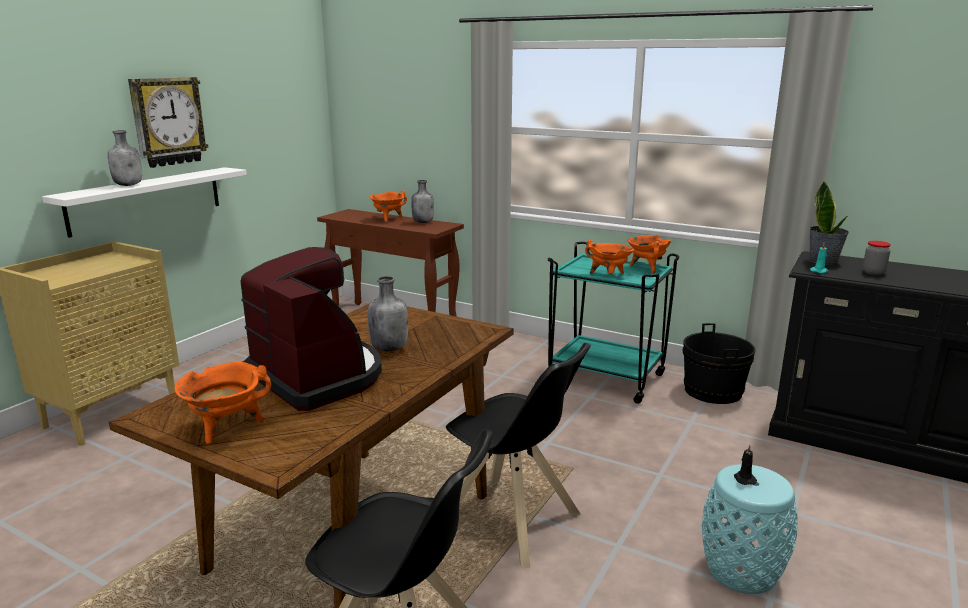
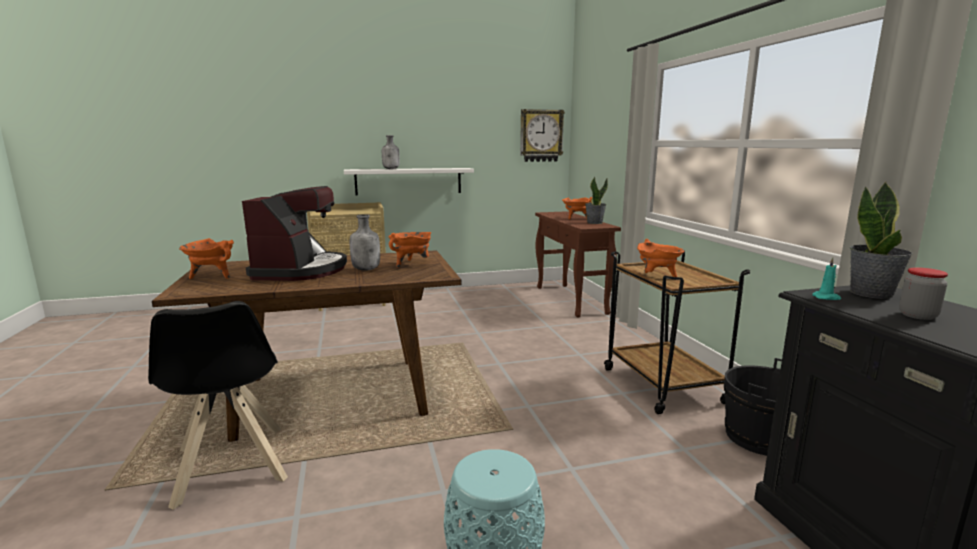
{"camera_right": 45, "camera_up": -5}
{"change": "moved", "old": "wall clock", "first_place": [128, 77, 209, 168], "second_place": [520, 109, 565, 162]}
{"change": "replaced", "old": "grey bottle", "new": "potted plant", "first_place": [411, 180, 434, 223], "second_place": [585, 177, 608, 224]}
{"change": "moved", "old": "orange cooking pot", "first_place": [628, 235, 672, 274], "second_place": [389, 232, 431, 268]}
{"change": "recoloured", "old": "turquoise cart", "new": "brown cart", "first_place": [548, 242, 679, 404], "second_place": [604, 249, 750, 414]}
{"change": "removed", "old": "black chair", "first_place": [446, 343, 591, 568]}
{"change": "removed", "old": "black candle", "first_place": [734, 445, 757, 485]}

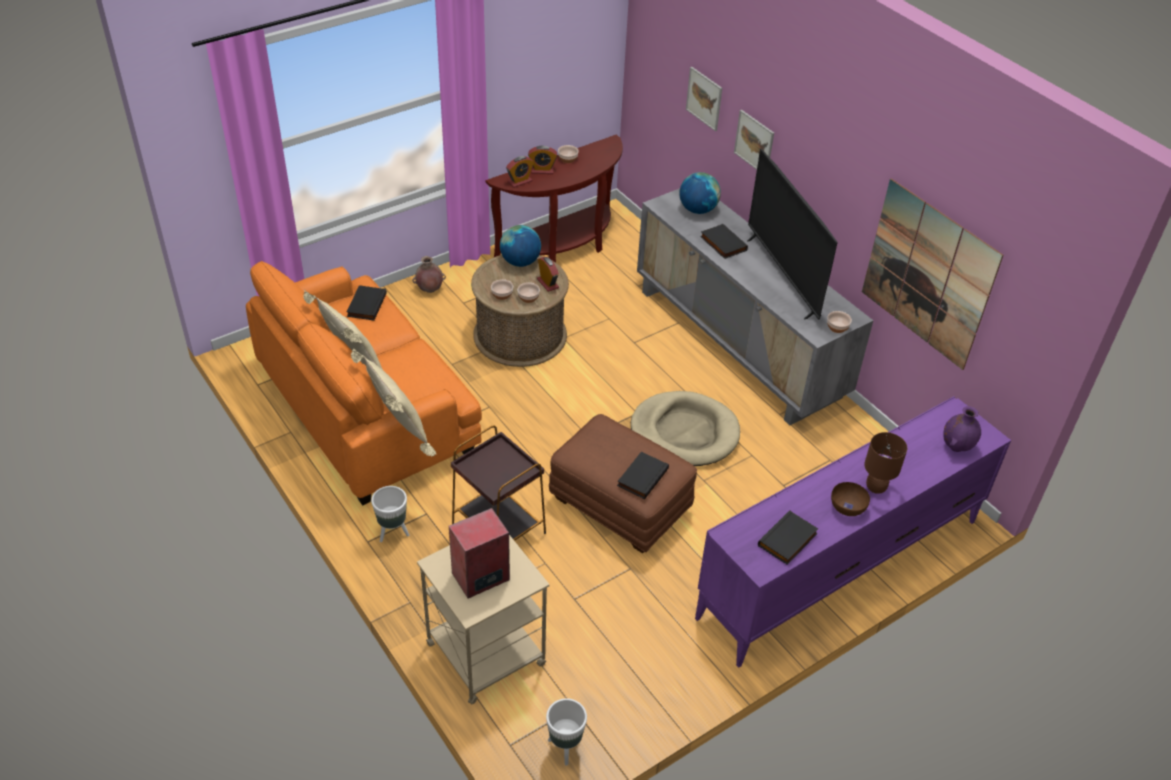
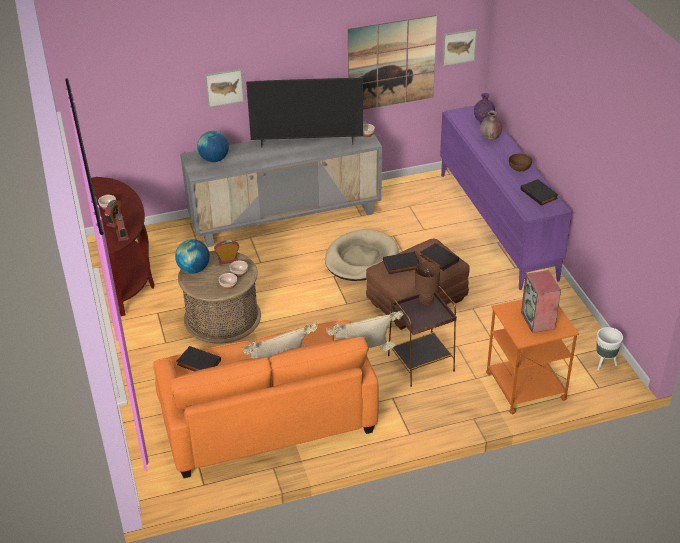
{"camera_right": -70, "camera_up": -5}
{"change": "moved", "old": "picture", "first_place": [686, 67, 722, 131], "second_place": [442, 29, 477, 66]}
{"change": "moved", "old": "black book", "first_place": [700, 224, 748, 259], "second_place": [383, 252, 420, 274]}
{"change": "moved", "old": "brown vase", "first_place": [412, 256, 446, 293], "second_place": [481, 110, 502, 141]}
{"change": "moved", "old": "brown table lamp", "first_place": [864, 432, 907, 494], "second_place": [415, 262, 440, 306]}
{"change": "removed", "old": "white planter", "first_place": [371, 486, 409, 542]}
{"change": "recoloured", "old": "beige cart", "new": "orange cart", "first_place": [417, 535, 550, 704], "second_place": [486, 299, 579, 414]}

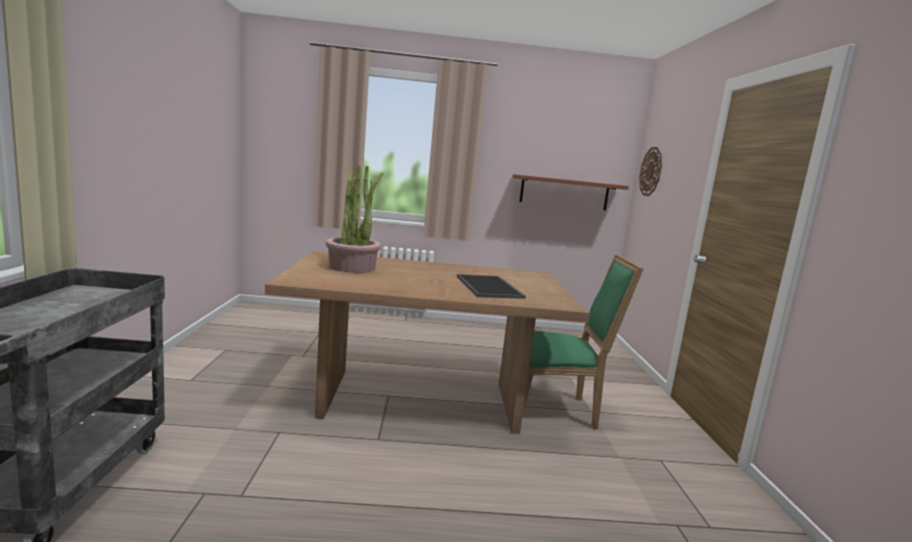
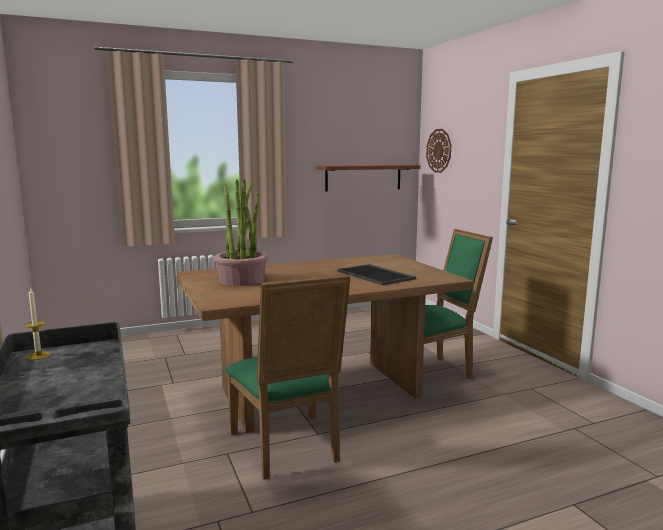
{"camera_right": -20, "camera_up": 0}
{"change": "added", "new": "green chair", "second_place": [225, 274, 351, 480]}
{"change": "added", "new": "candle", "second_place": [24, 287, 51, 360]}

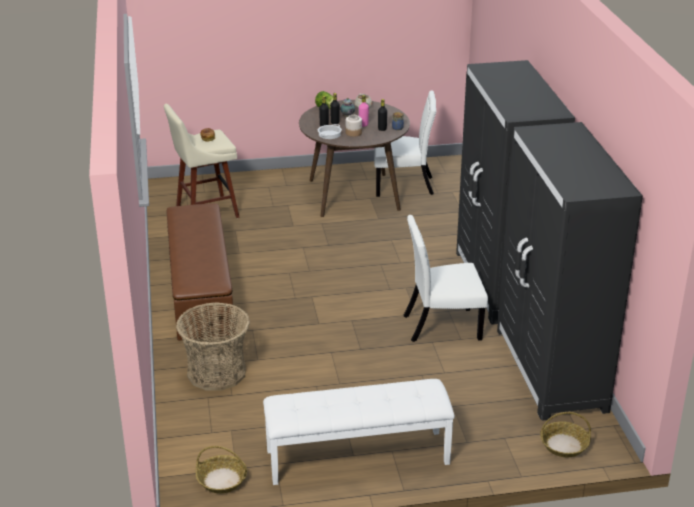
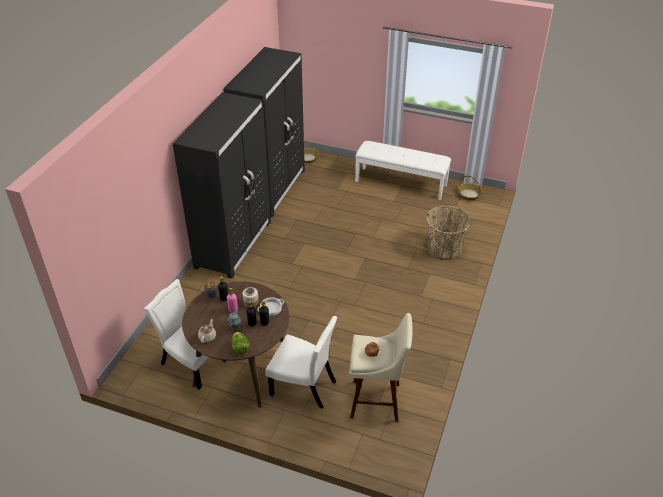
{"camera_right": -150, "camera_up": 10}
{"change": "removed", "old": "brown bench", "first_place": [167, 203, 235, 341]}
{"change": "moved", "old": "white chair", "first_place": [404, 215, 488, 342], "second_place": [265, 316, 337, 409]}

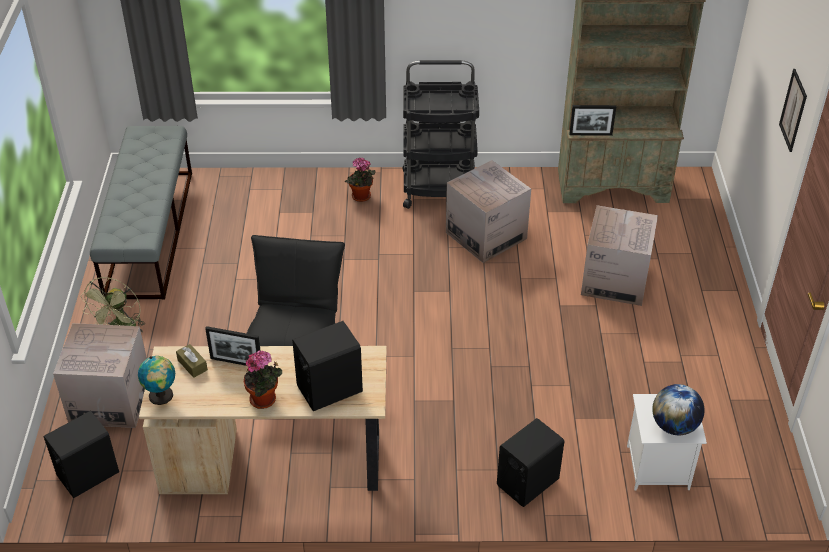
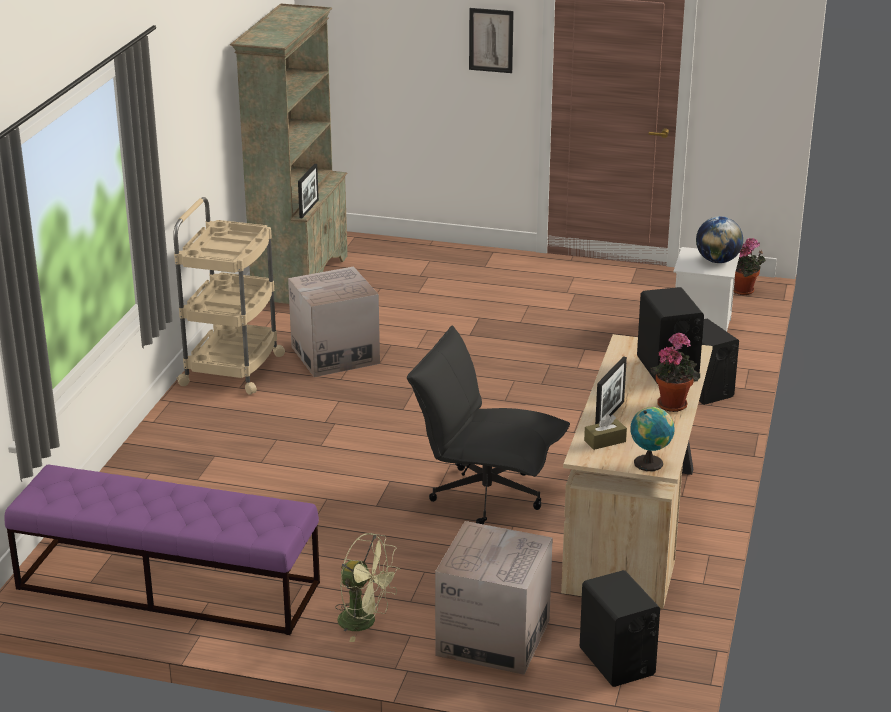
{"camera_right": -75, "camera_up": -15}
{"change": "recoloured", "old": "black cart", "new": "beige cart", "first_place": [403, 60, 479, 209], "second_place": [173, 197, 285, 395]}
{"change": "recoloured", "old": "grey bench", "new": "purple bench", "first_place": [90, 126, 192, 299], "second_place": [4, 465, 320, 635]}
{"change": "moved", "old": "potted plant", "first_place": [345, 158, 376, 202], "second_place": [734, 238, 766, 295]}
{"change": "removed", "old": "cardboard box", "first_place": [581, 205, 658, 306]}

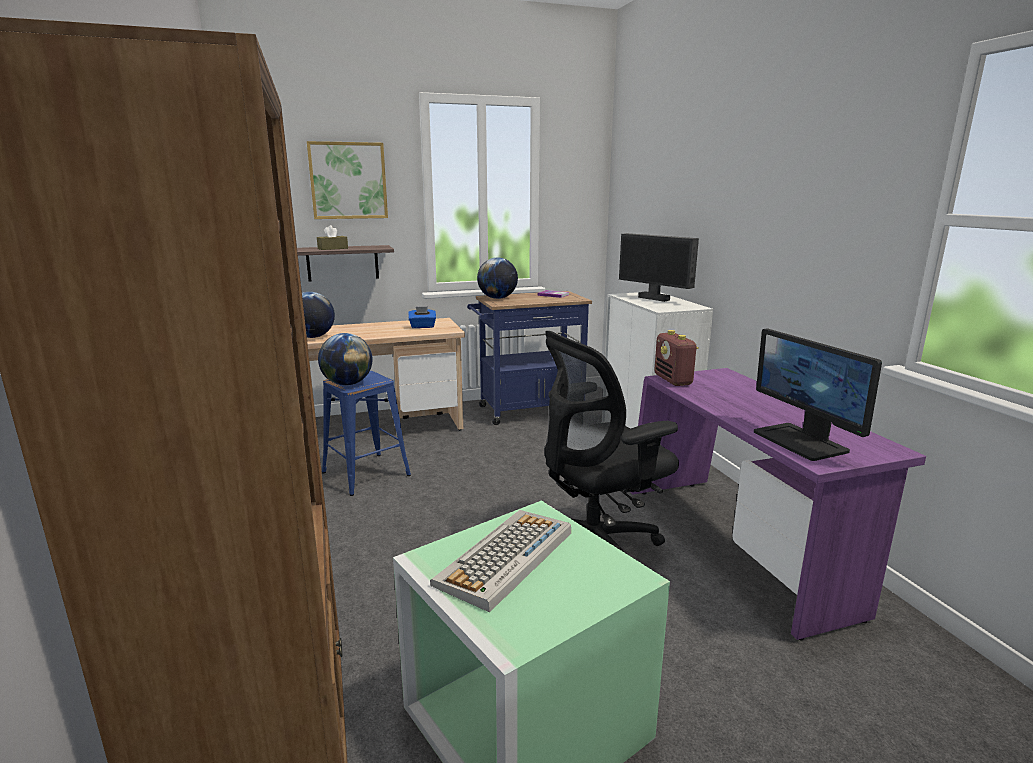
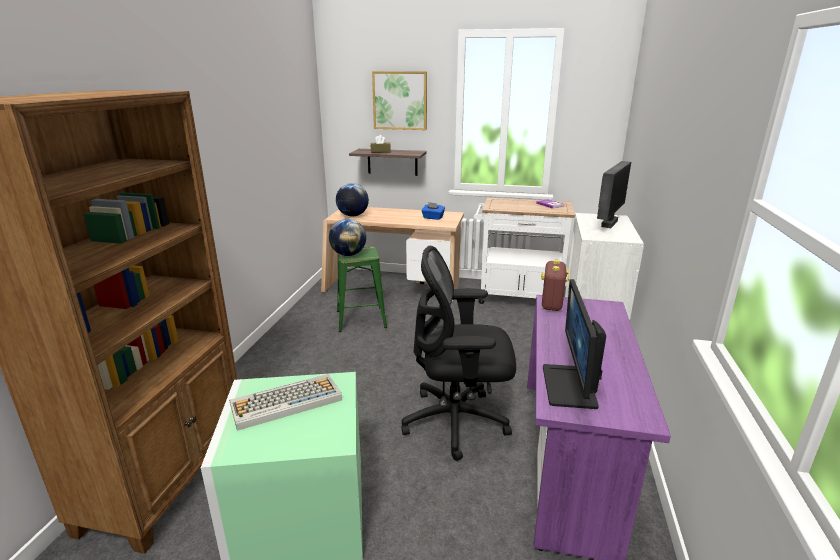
{"camera_right": 30, "camera_up": 5}
{"change": "turned", "old": "monitor", "first_place": [619, 233, 699, 302], "second_place": [597, 161, 631, 228], "degrees": -135}
{"change": "removed", "old": "globe", "first_place": [477, 257, 518, 299]}
{"change": "recoloured", "old": "blue cart", "new": "white cart", "first_place": [467, 291, 592, 425], "second_place": [473, 197, 575, 304]}
{"change": "recoloured", "old": "blue stool", "new": "green stool", "first_place": [322, 371, 411, 496], "second_place": [337, 247, 387, 332]}

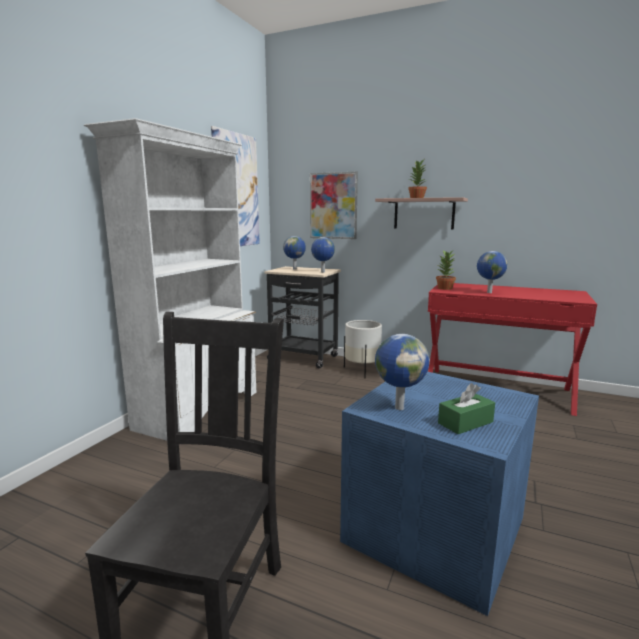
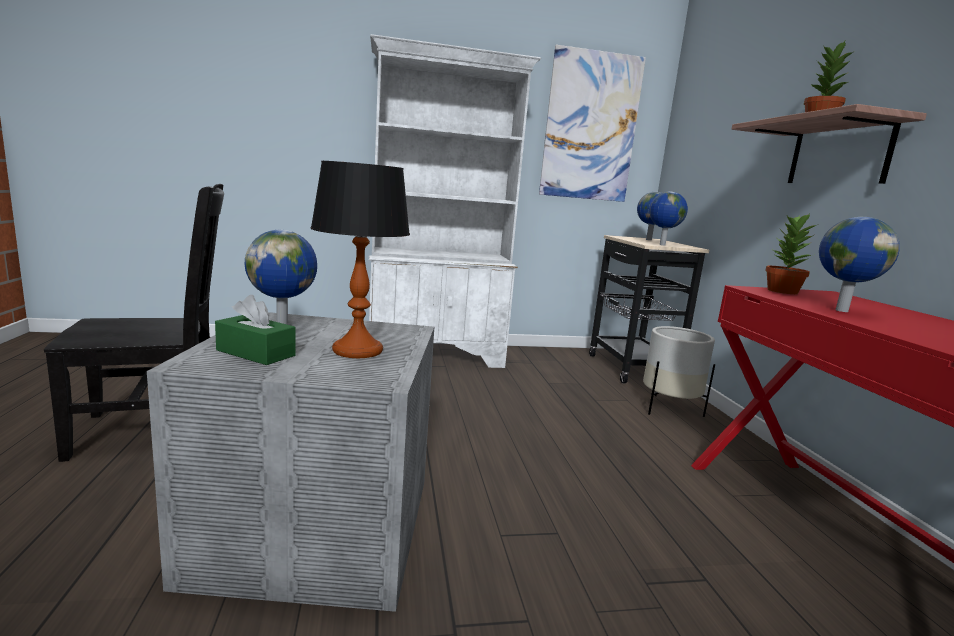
{"camera_right": 55, "camera_up": 0}
{"change": "removed", "old": "picture", "first_place": [310, 172, 358, 239]}
{"change": "recoloured", "old": "blue storage box", "new": "grey storage box", "first_place": [340, 372, 539, 616], "second_place": [147, 312, 434, 612]}
{"change": "added", "new": "table lamp", "second_place": [310, 161, 410, 358]}

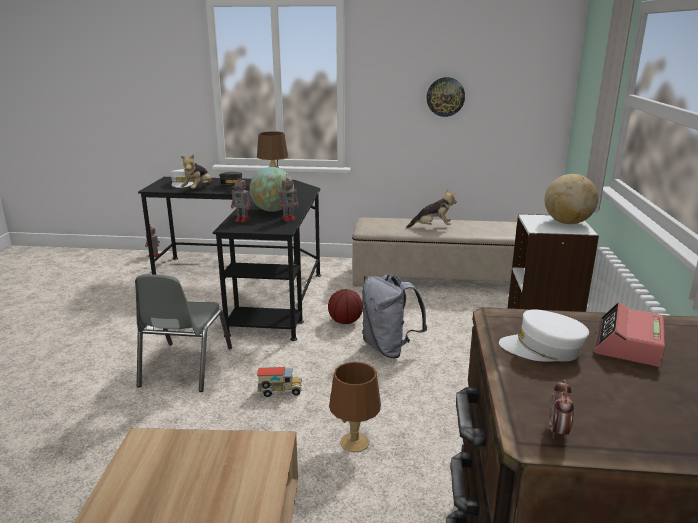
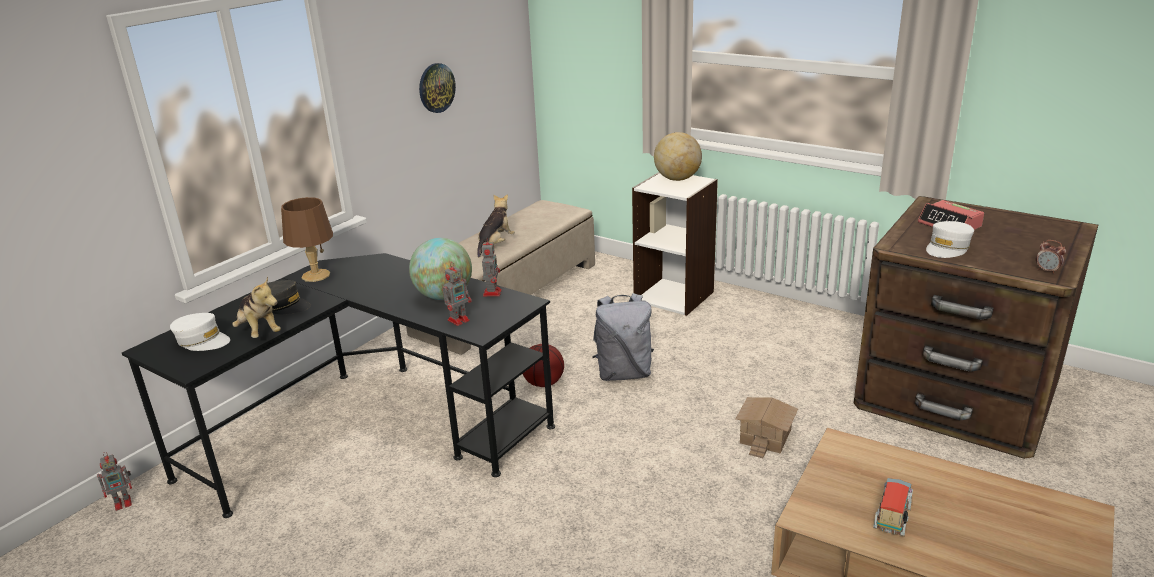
{"camera_right": -60, "camera_up": 5}
{"change": "removed", "old": "grey chair", "first_place": [135, 275, 232, 392]}
{"change": "replaced", "old": "brown table lamp", "new": "toy house", "first_place": [329, 362, 381, 452], "second_place": [736, 397, 798, 458]}
{"change": "moved", "old": "toy truck", "first_place": [257, 367, 302, 397], "second_place": [873, 478, 913, 536]}

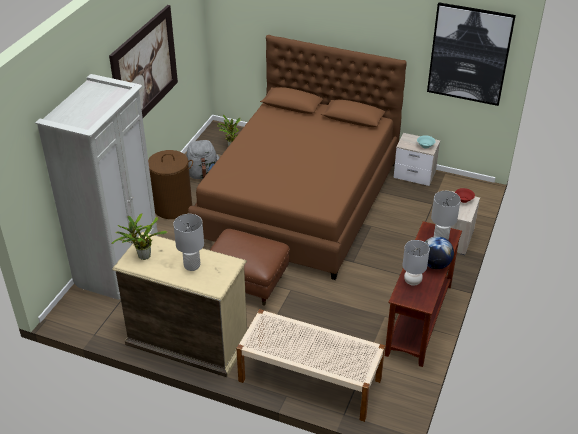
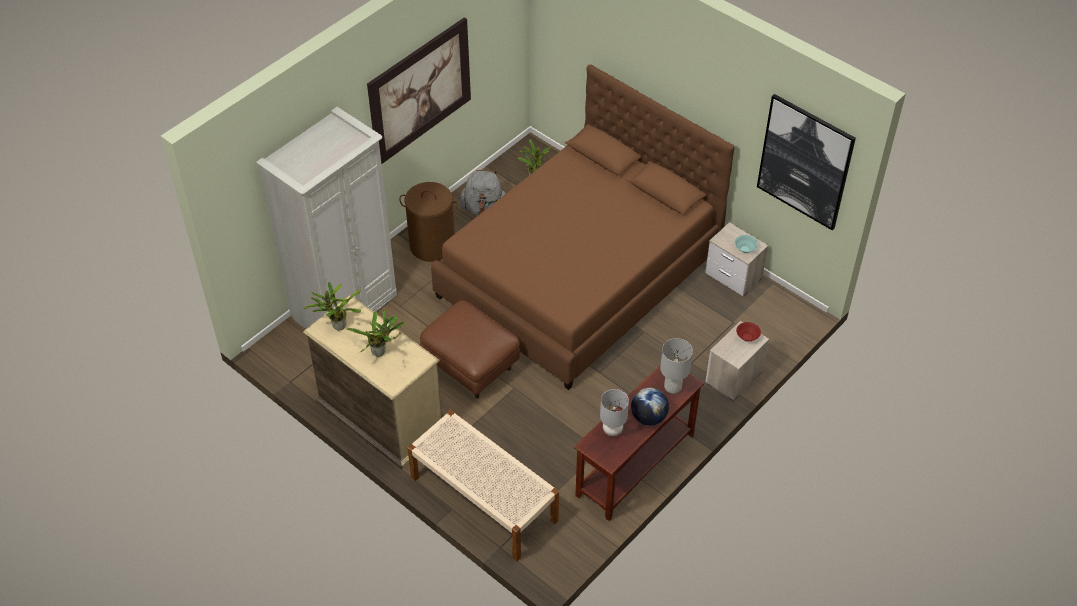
{"camera_right": 20, "camera_up": 10}
{"change": "replaced", "old": "grey table lamp", "new": "potted plant", "first_place": [173, 214, 204, 271], "second_place": [347, 309, 407, 357]}

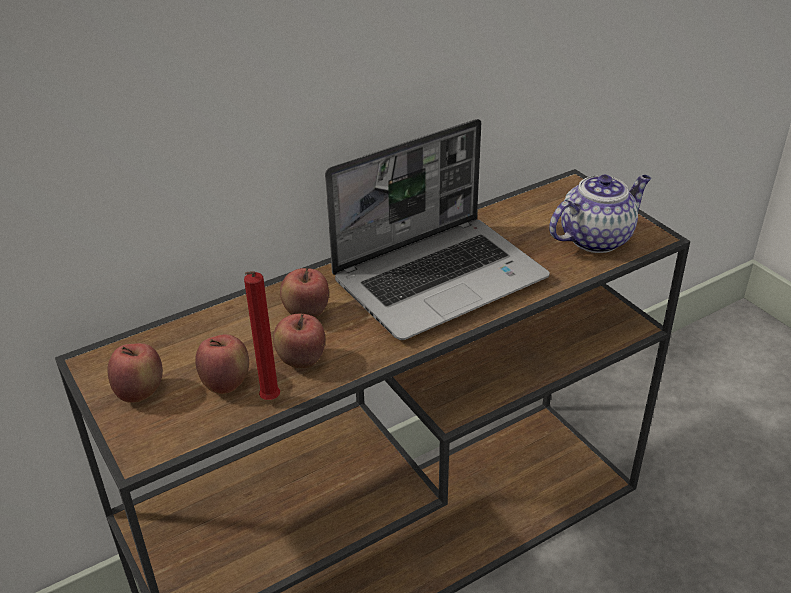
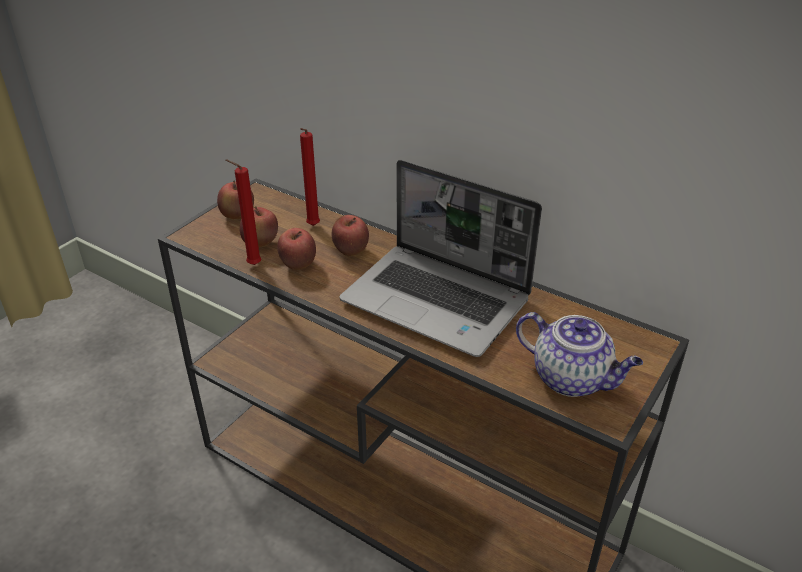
{"camera_right": 65, "camera_up": 0}
{"change": "added", "new": "red candle", "second_place": [300, 128, 320, 226]}

